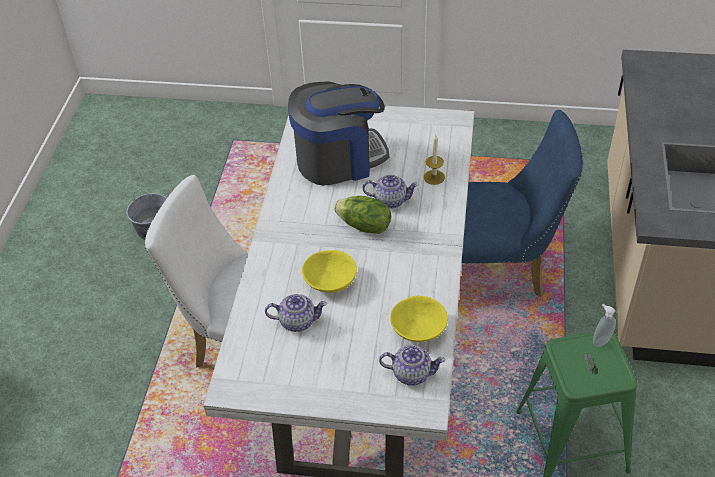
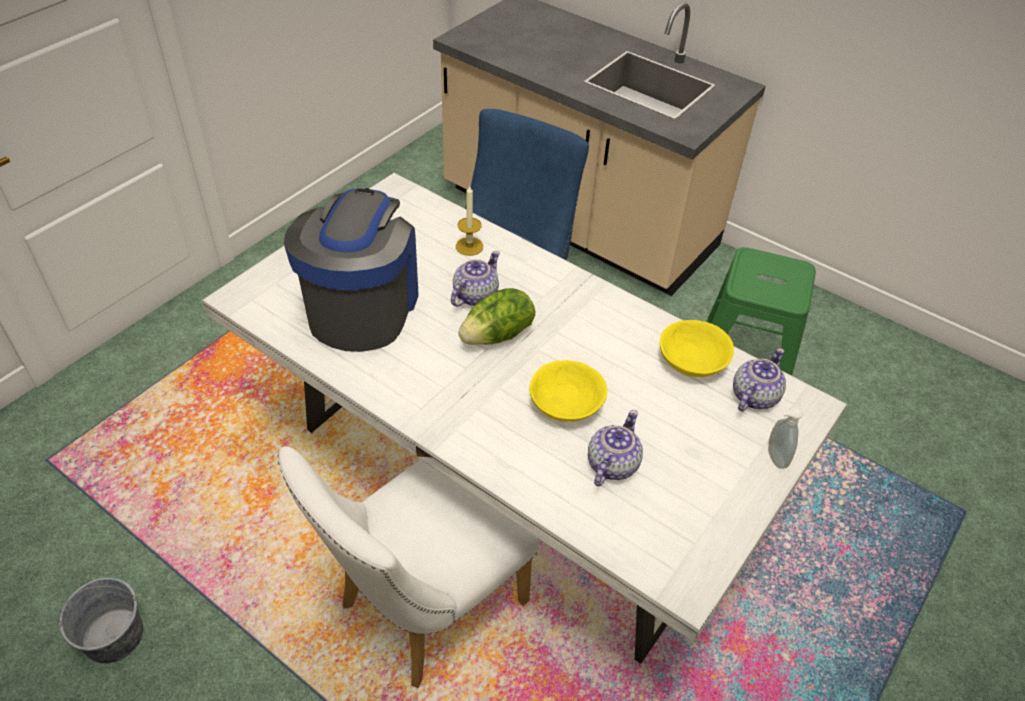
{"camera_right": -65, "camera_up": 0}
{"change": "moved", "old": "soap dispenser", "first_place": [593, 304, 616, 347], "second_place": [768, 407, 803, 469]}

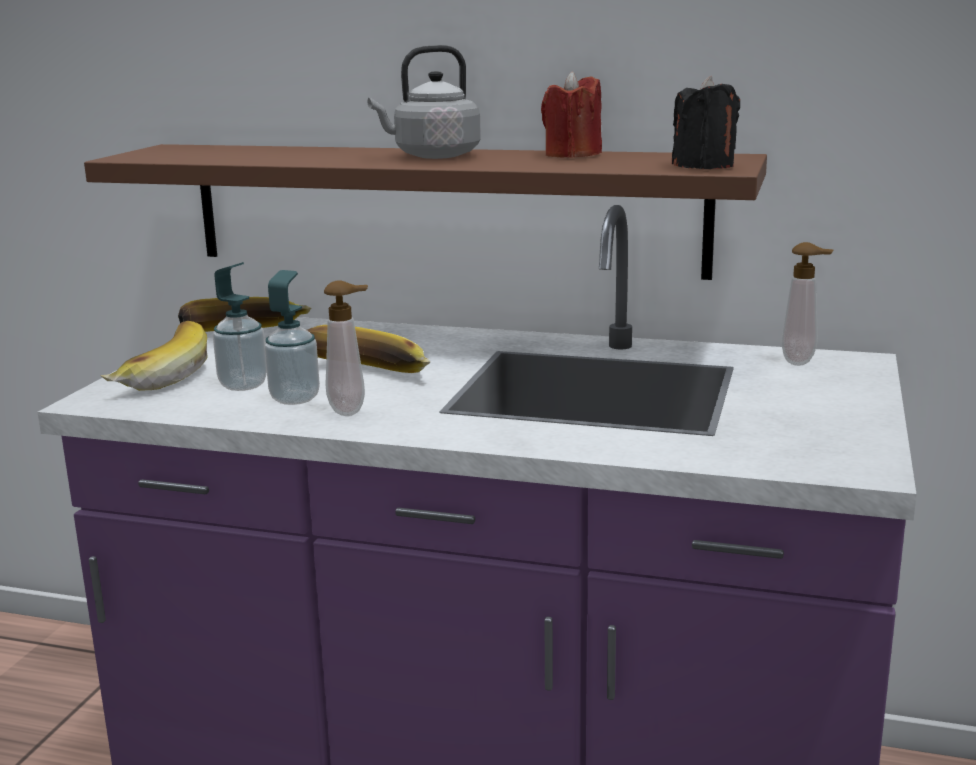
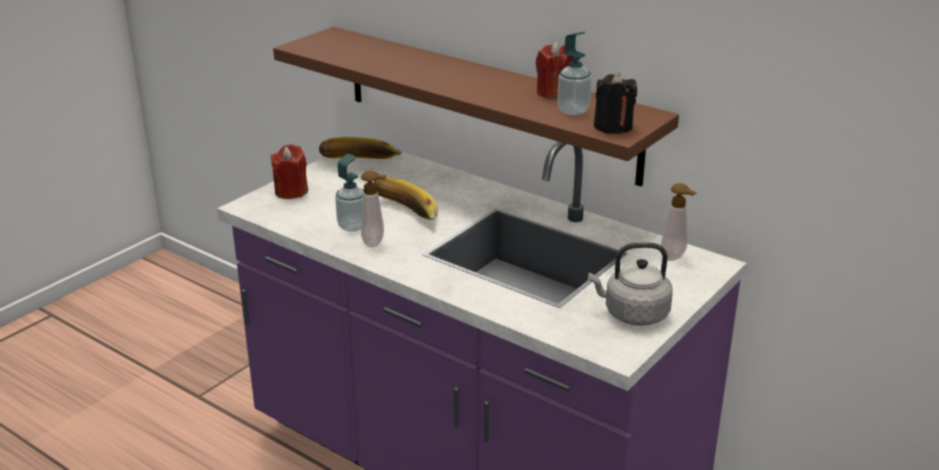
{"camera_right": 20, "camera_up": 10}
{"change": "moved", "old": "grey kettle", "first_place": [368, 45, 481, 159], "second_place": [588, 243, 673, 326]}
{"change": "moved", "old": "soap dispenser", "first_place": [213, 262, 267, 391], "second_place": [557, 32, 592, 115]}
{"change": "replaced", "old": "banana", "new": "red candle", "first_place": [100, 321, 208, 391], "second_place": [270, 144, 308, 199]}

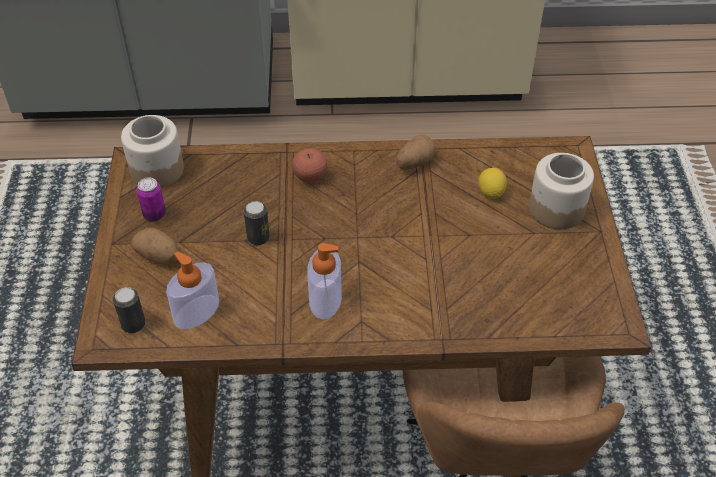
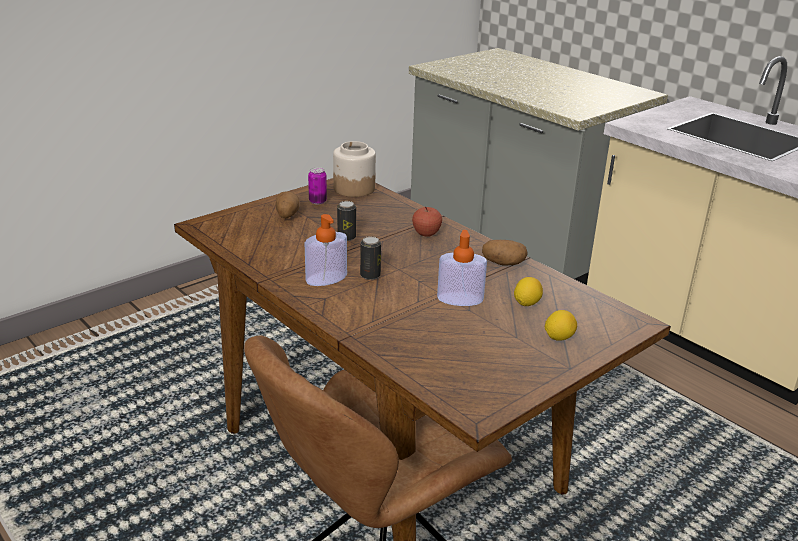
{"camera_right": 50, "camera_up": -20}
{"change": "replaced", "old": "jar", "new": "lemon", "first_place": [529, 153, 594, 229], "second_place": [545, 310, 577, 341]}
{"change": "moved", "old": "soap dispenser", "first_place": [166, 251, 219, 330], "second_place": [437, 230, 487, 306]}
{"change": "moved", "old": "can", "first_place": [113, 287, 146, 333], "second_place": [360, 236, 381, 280]}

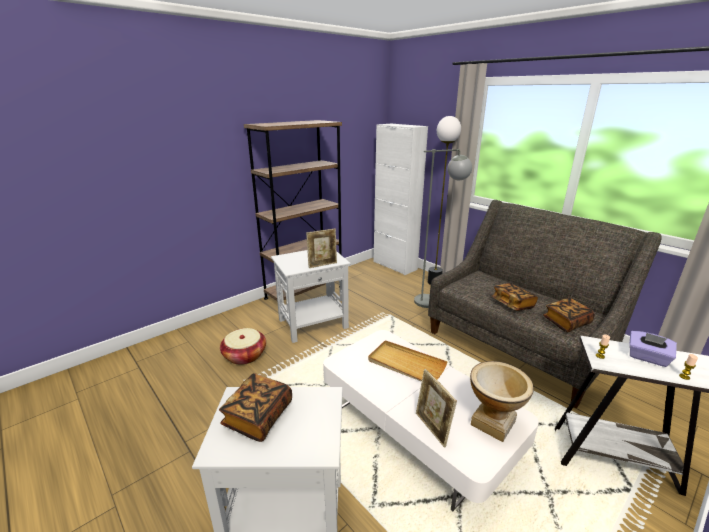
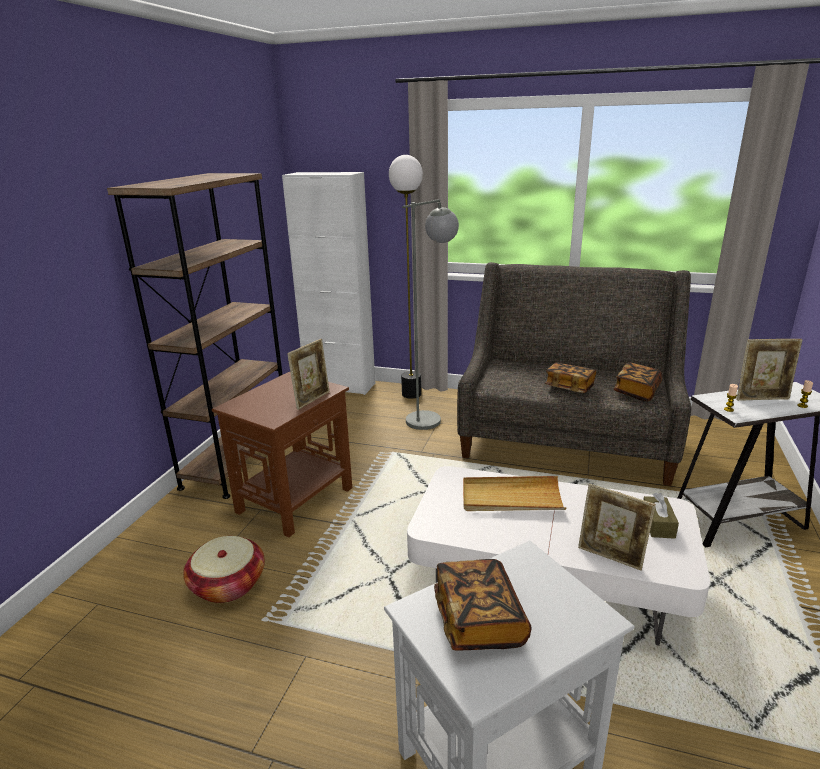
{"camera_right": -30, "camera_up": 0}
{"change": "recoloured", "old": "white side table", "new": "brown side table", "first_place": [271, 250, 351, 343], "second_place": [212, 372, 352, 537]}
{"change": "replaced", "old": "purple tissue box", "new": "picture frame", "first_place": [629, 331, 677, 367], "second_place": [736, 339, 803, 401]}
{"change": "replaced", "old": "vase", "new": "brown tissue box", "first_place": [470, 361, 534, 442], "second_place": [644, 493, 679, 539]}

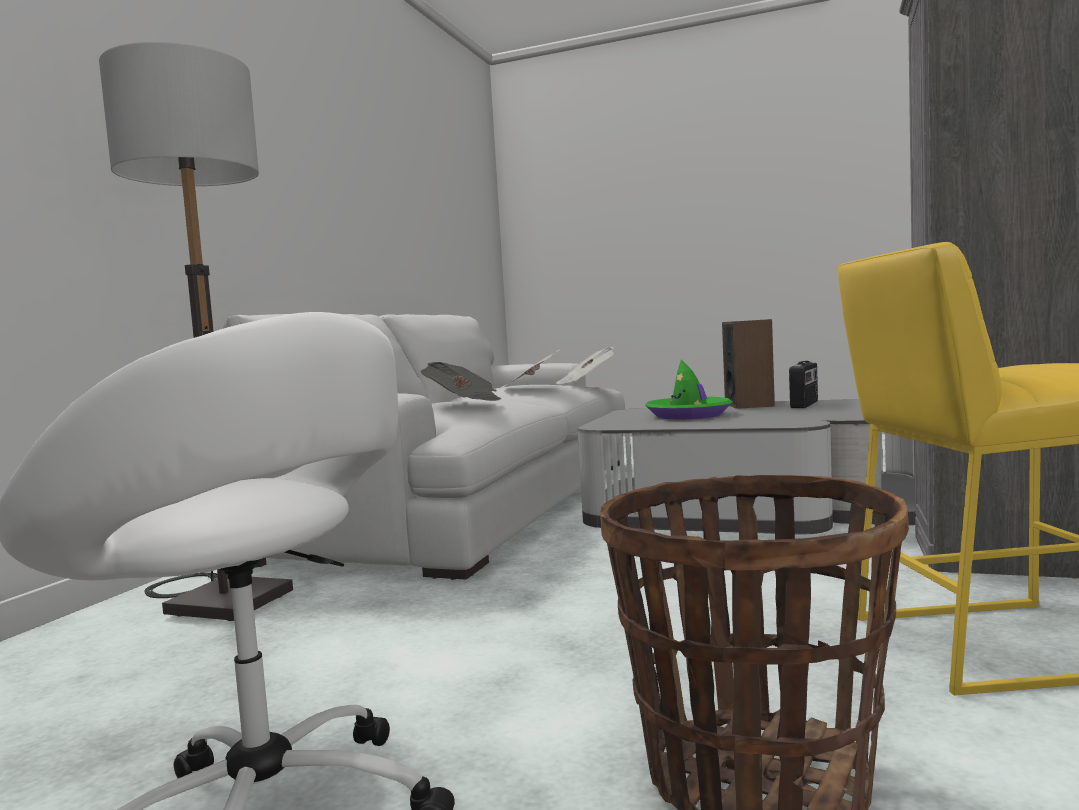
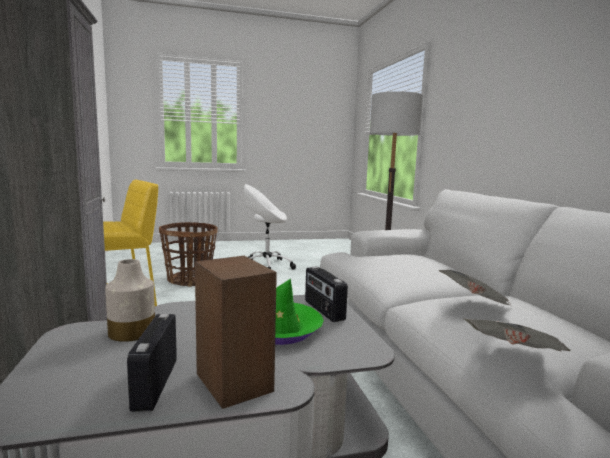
{"camera_right": 145, "camera_up": 5}
{"change": "removed", "old": "newspaper", "first_place": [421, 362, 502, 401]}
{"change": "added", "new": "beige vase", "second_place": [105, 259, 155, 342]}
{"change": "added", "new": "radio", "second_place": [305, 267, 348, 322]}

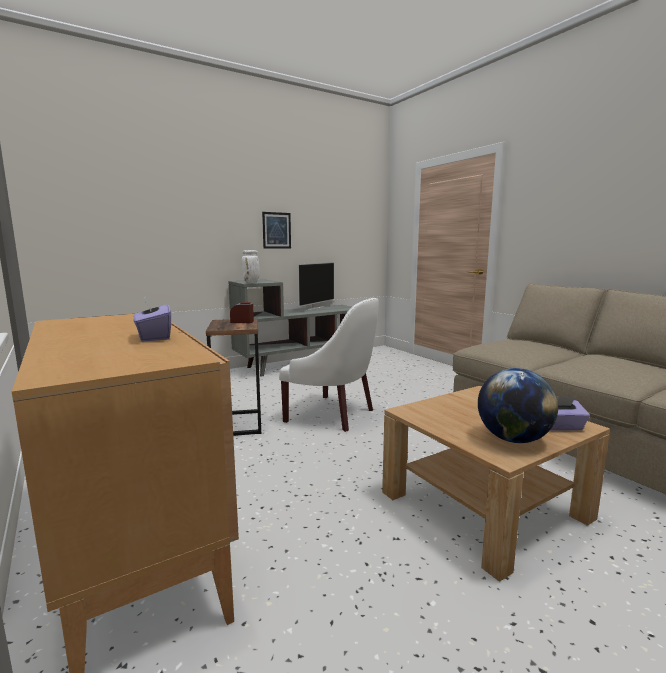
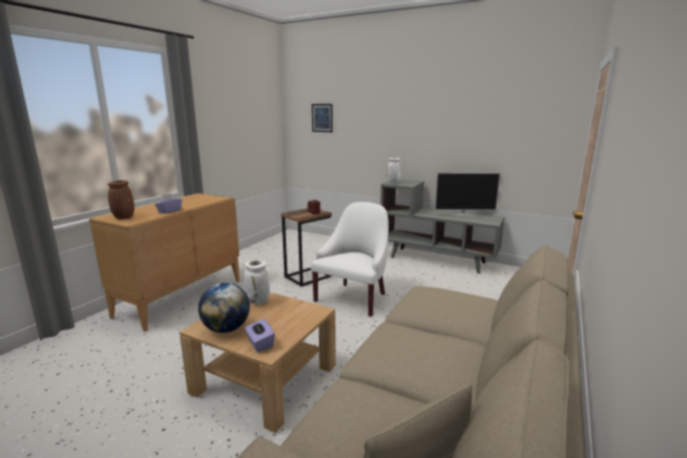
{"camera_right": 60, "camera_up": 5}
{"change": "moved", "old": "picture", "first_place": [262, 212, 291, 248], "second_place": [312, 104, 333, 132]}
{"change": "turned", "old": "white armchair", "first_place": [279, 298, 379, 432], "second_place": [311, 202, 389, 317], "degrees": -150}
{"change": "added", "new": "brown vase", "second_place": [108, 180, 135, 219]}
{"change": "added", "new": "white vase", "second_place": [244, 260, 270, 305]}

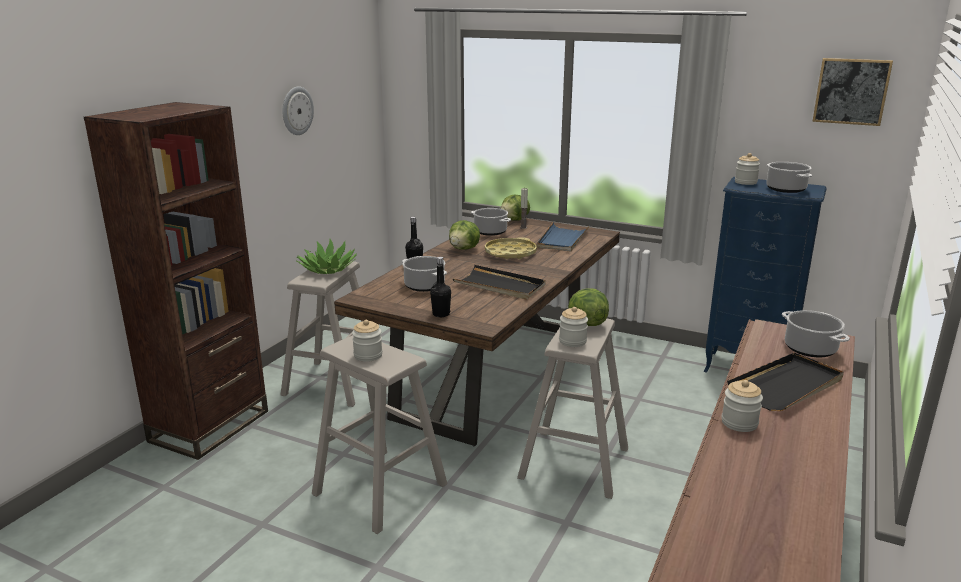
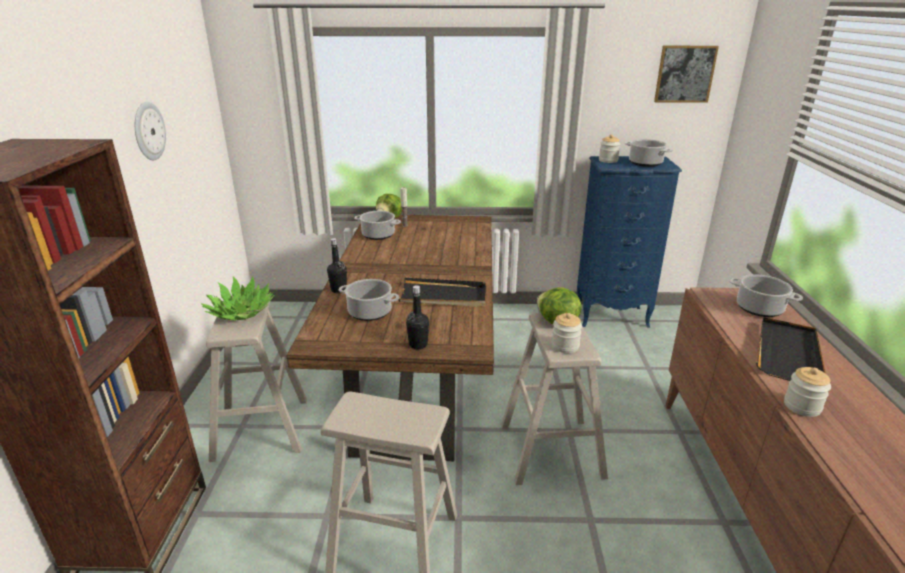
{"camera_right": -25, "camera_up": 5}
{"change": "removed", "old": "lettuce", "first_place": [449, 220, 480, 250]}
{"change": "removed", "old": "blue tray", "first_place": [537, 222, 589, 252]}
{"change": "removed", "old": "yellow tray", "first_place": [485, 237, 537, 259]}
{"change": "removed", "old": "jar", "first_place": [352, 320, 383, 362]}

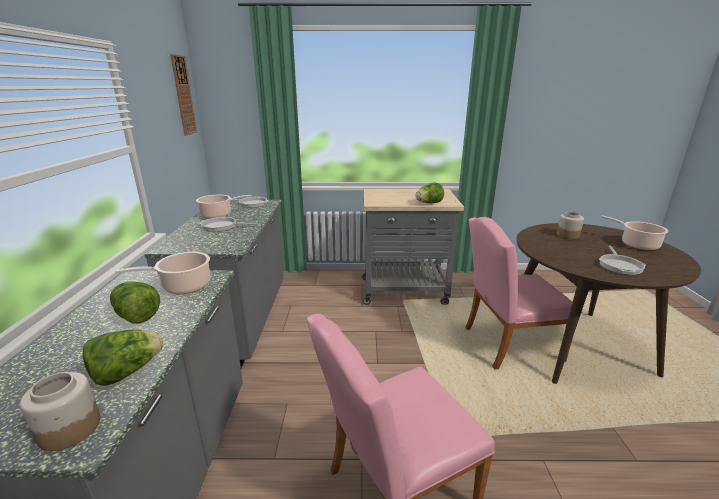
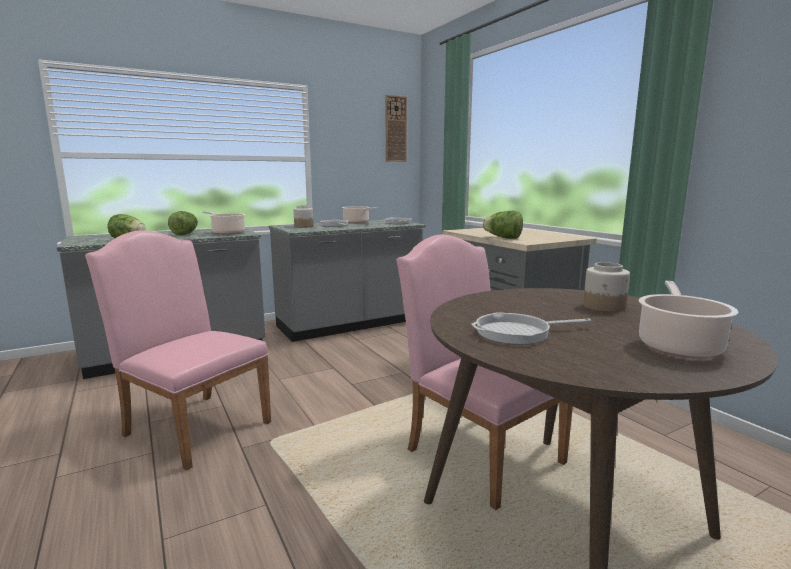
{"camera_right": 60, "camera_up": -10}
{"change": "moved", "old": "jar", "first_place": [20, 372, 100, 451], "second_place": [294, 205, 314, 228]}

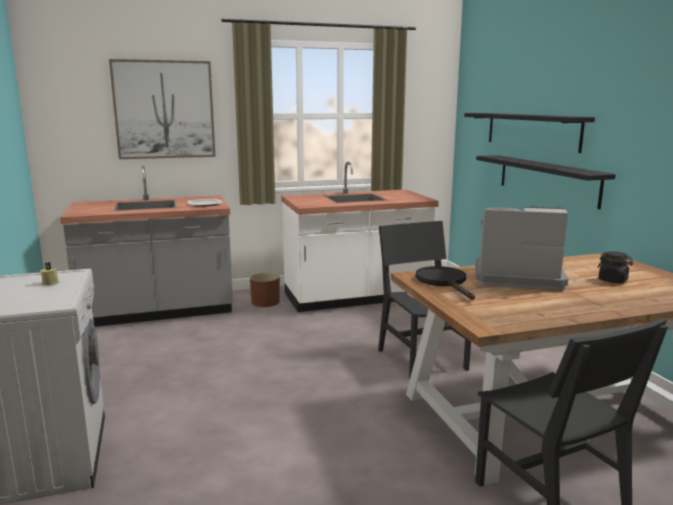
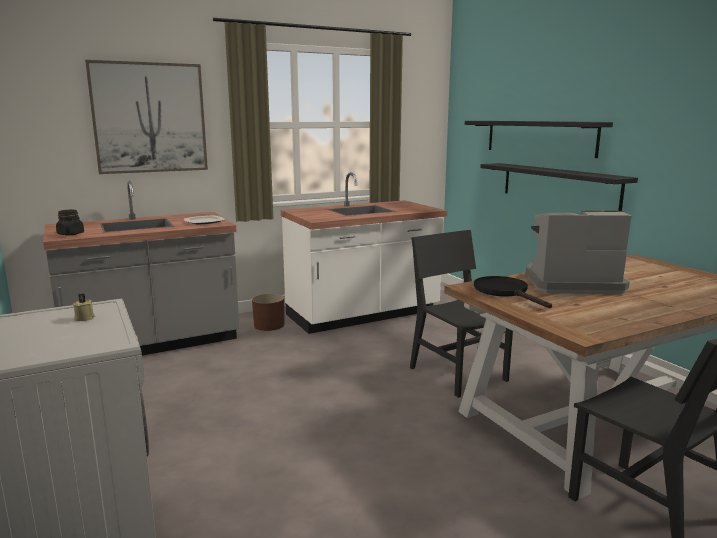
{"camera_right": -10, "camera_up": 0}
{"change": "moved", "old": "black jar", "first_place": [597, 251, 634, 283], "second_place": [56, 210, 84, 235]}

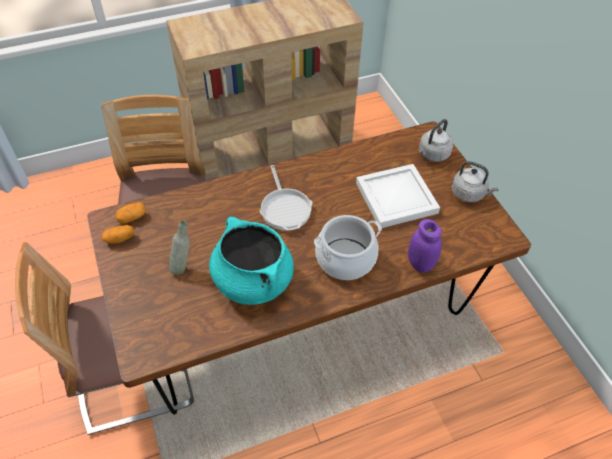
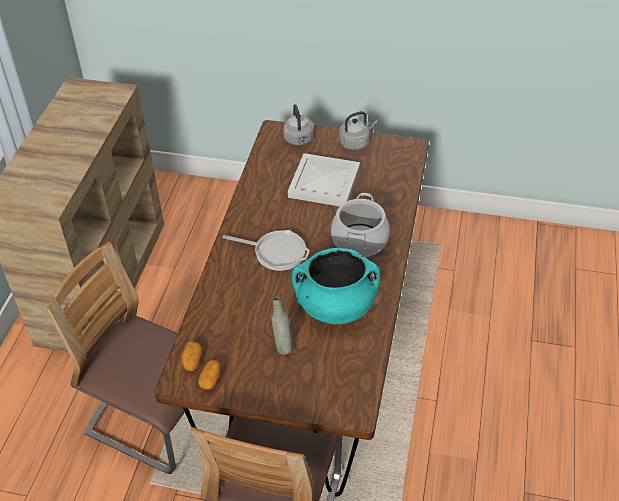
{"camera_right": -55, "camera_up": -5}
{"change": "removed", "old": "purple jar", "first_place": [408, 219, 442, 273]}

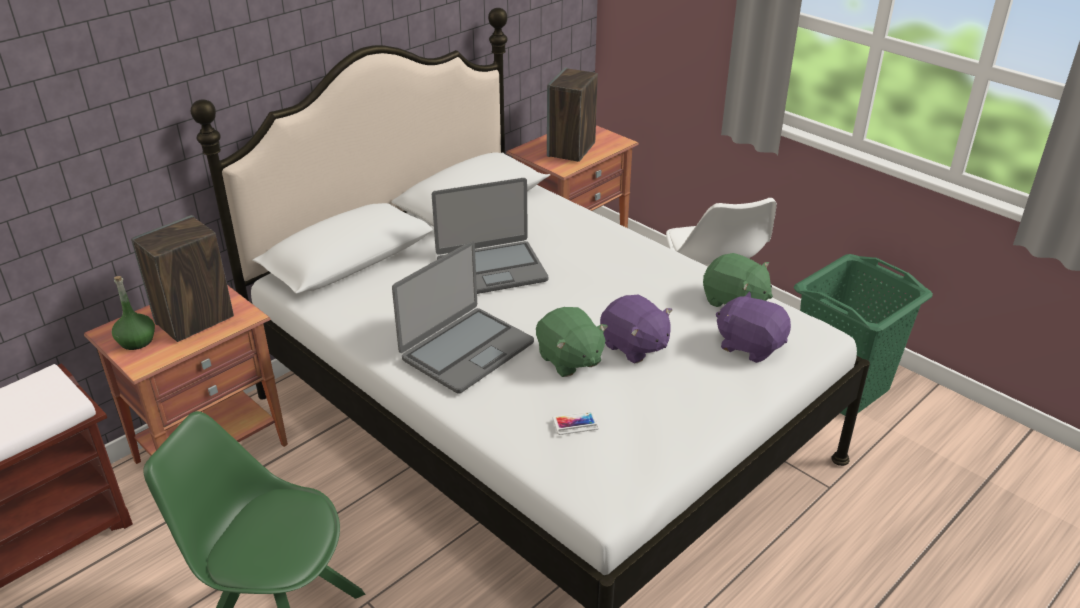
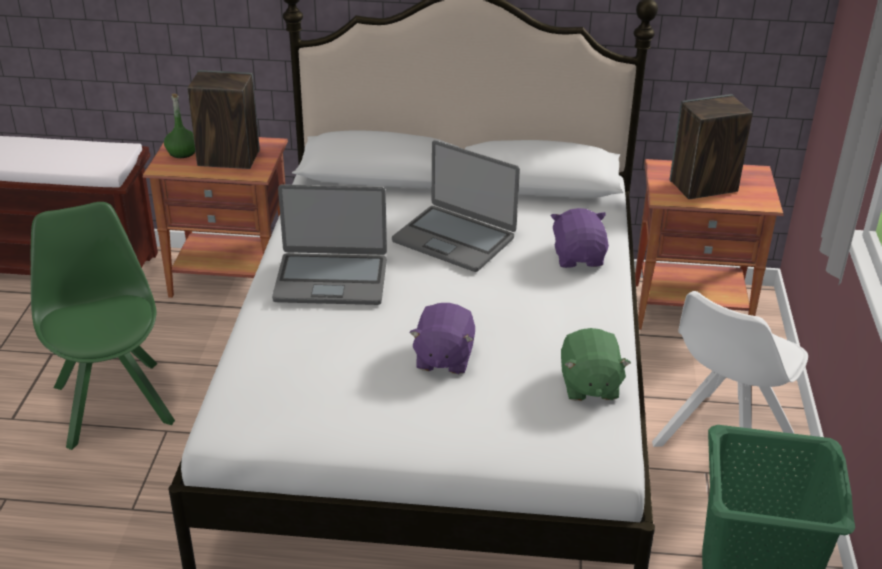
{"camera_right": 50, "camera_up": 0}
{"change": "moved", "old": "purple plush toy", "first_place": [716, 291, 791, 363], "second_place": [551, 208, 609, 268]}
{"change": "removed", "old": "green plush toy", "first_place": [536, 307, 608, 377]}
{"change": "removed", "old": "phone", "first_place": [552, 411, 599, 435]}

